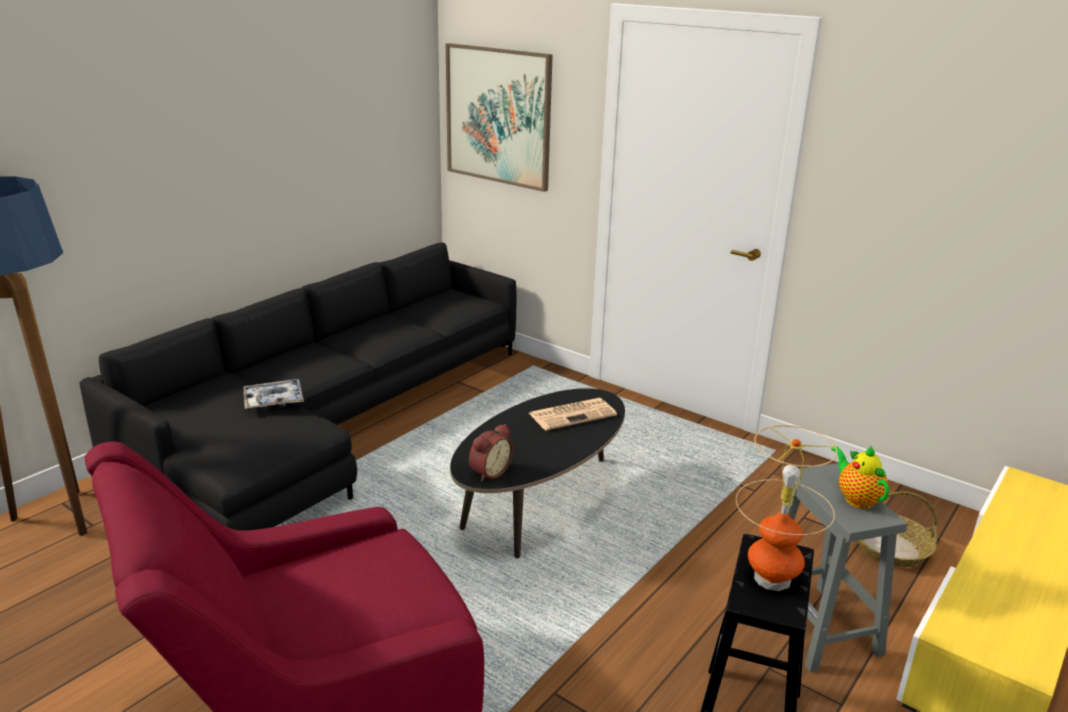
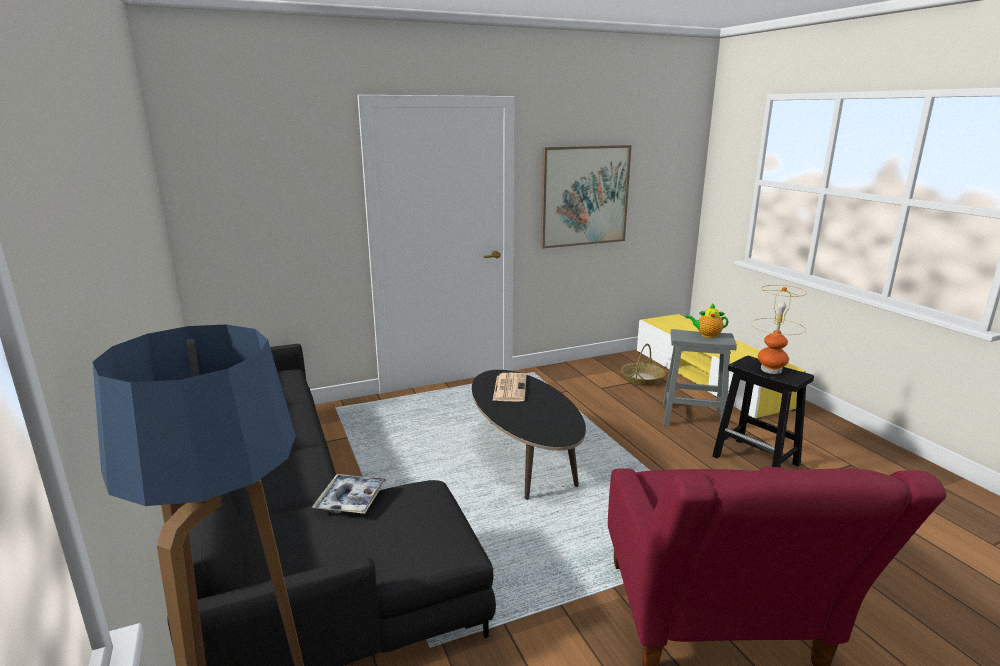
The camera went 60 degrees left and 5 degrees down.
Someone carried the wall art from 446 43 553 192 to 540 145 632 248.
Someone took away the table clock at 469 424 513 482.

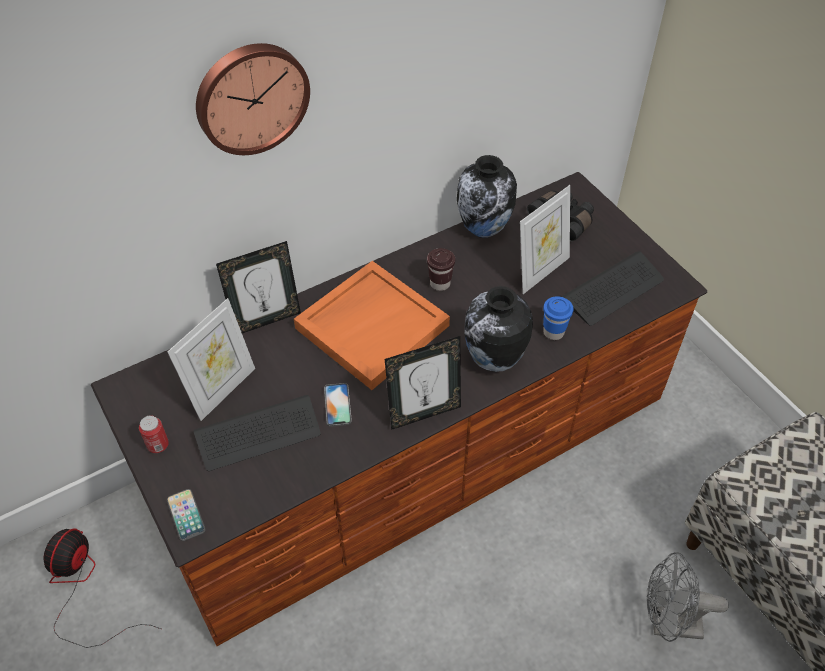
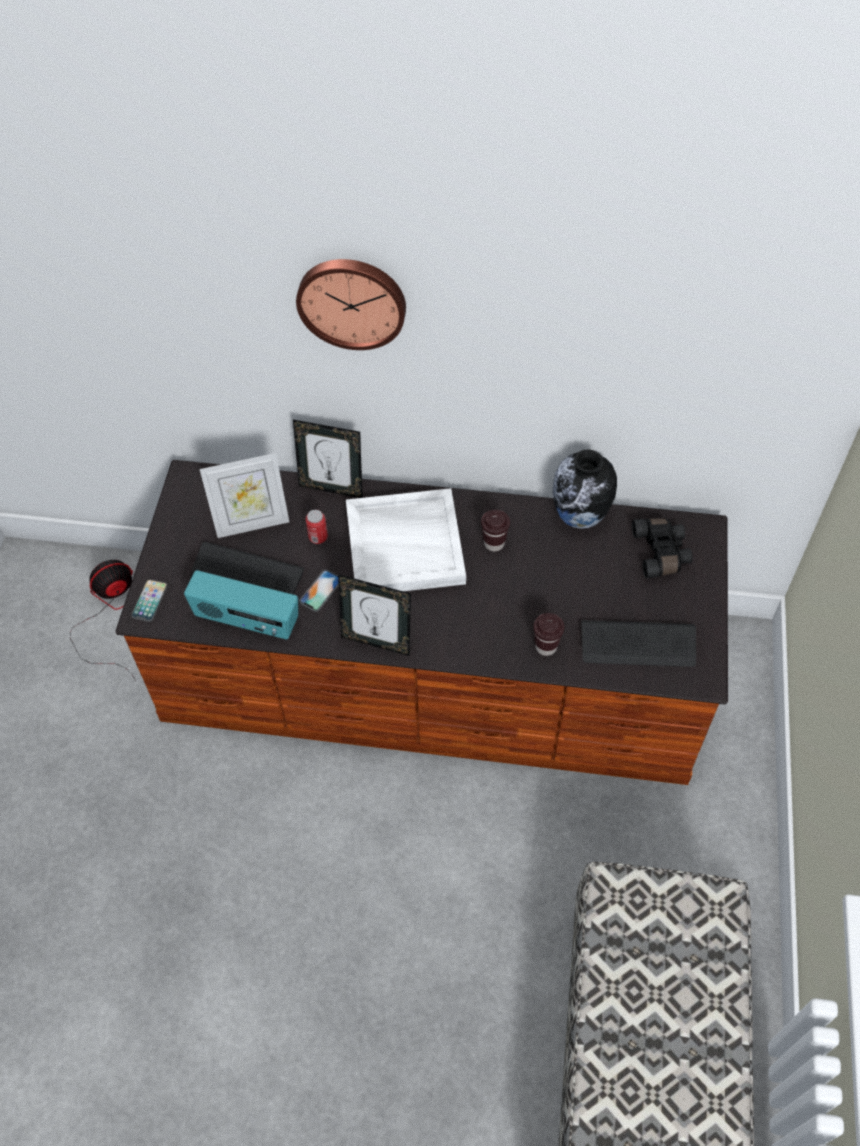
The camera went 40 degrees right and 5 degrees up.
Someone put down the radio receiver at 184 570 298 639.
Someone carried the sealed can from 139 415 169 453 to 305 510 328 544.
Someone repainted the orange tray at 294 261 450 390, which became the white tray at 346 488 466 591.
Someone repainted the blue-coloured cup at 543 296 574 340, which became the brown-coloured cup at 533 613 564 656.
Someone took away the vase at 464 286 533 372.
Someone took away the standing frame at 520 185 570 294.
Someone took away the greyish cooling fan at 647 552 729 642.

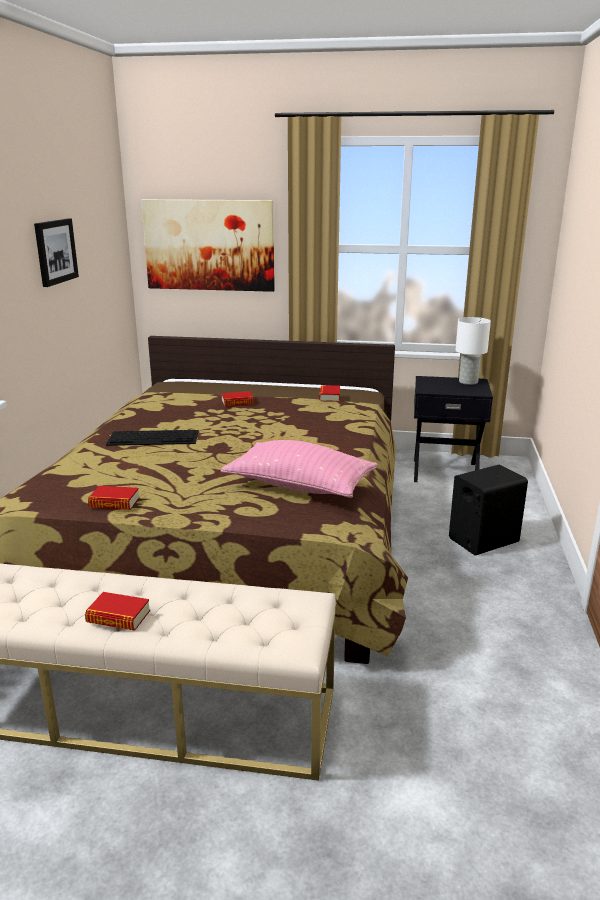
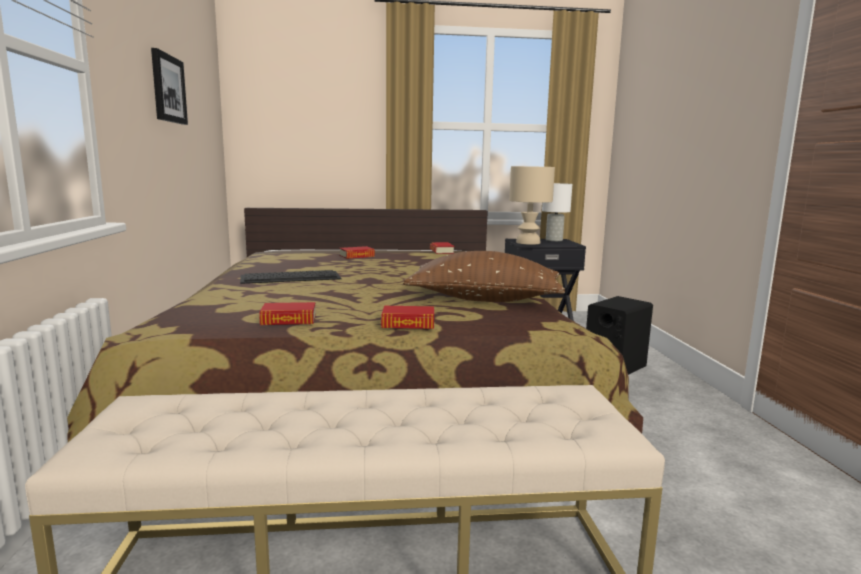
The camera went 15 degrees left and 10 degrees down.
Someone carried the bound book from 85 592 150 631 to 381 306 434 329.
Someone repainted the pink-coloured cushion at 221 440 377 498, which became the brown-coloured cushion at 403 251 565 302.
Someone put down the beige-coloured table lamp at 509 166 555 245.
Someone took away the wall art at 141 199 275 292.

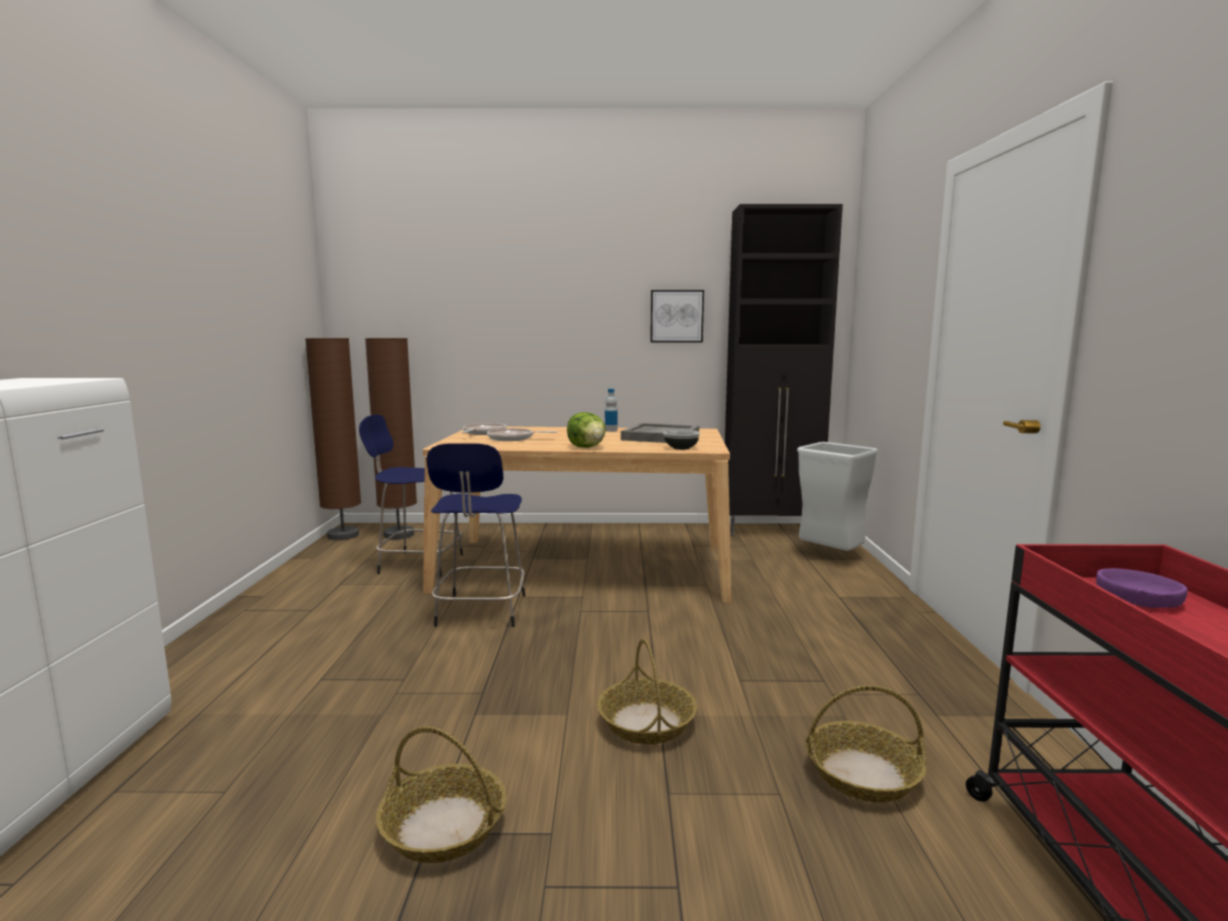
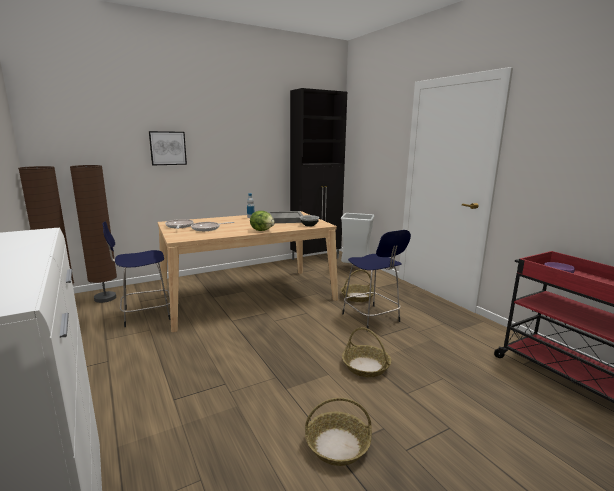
The camera went 30 degrees left and 5 degrees up.
Someone carried the wall art from 650 290 704 342 to 149 131 187 165.
Someone carried the household basket from 806 685 926 802 to 341 270 374 302.
Someone carried the blue-coloured stool seat from 427 443 525 627 to 342 230 411 331.

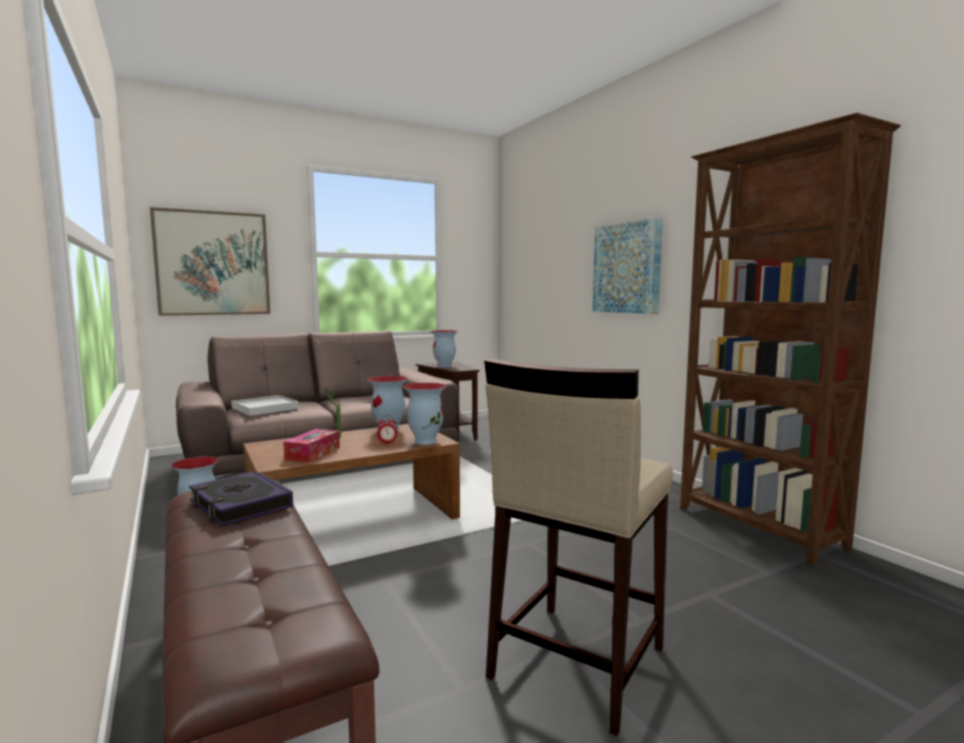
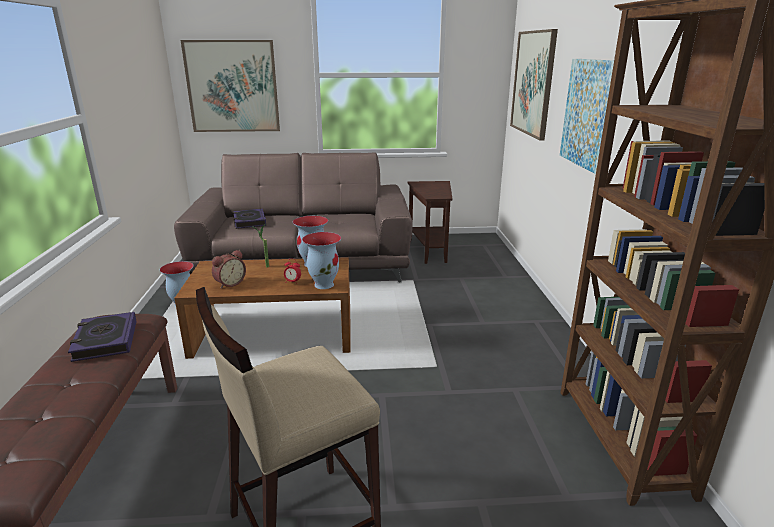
The camera went 25 degrees right and 15 degrees up.
Someone swapped the tissue box at 283 429 340 463 for the table clock at 212 250 246 288.
Someone swapped the white tray at 231 395 299 416 for the bound book at 233 209 266 229.
Someone put up the wall art at 510 29 558 140.
Someone took away the vase at 431 330 458 368.

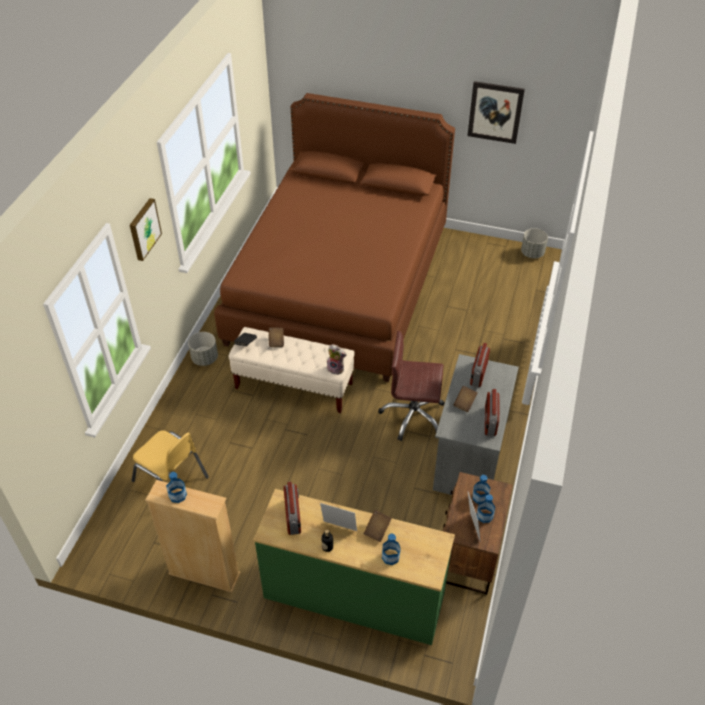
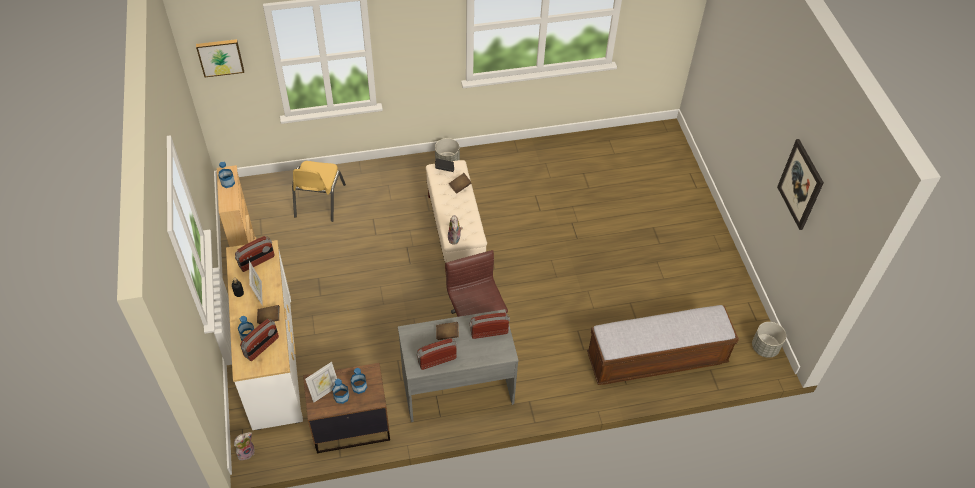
The camera went 60 degrees right and 5 degrees up.
Someone carried the wall art from 130 198 162 261 to 196 39 244 77.
Someone repainted the greenish chest of drawers at 253 489 455 645, which became the white chest of drawers at 226 240 303 430.
Someone put down the soft toy at 234 432 255 460.
Someone put down the radio receiver at 240 319 279 361.
Someone put down the long seat at 587 305 739 385.
Someone took away the brown-coloured bed at 214 93 455 382.

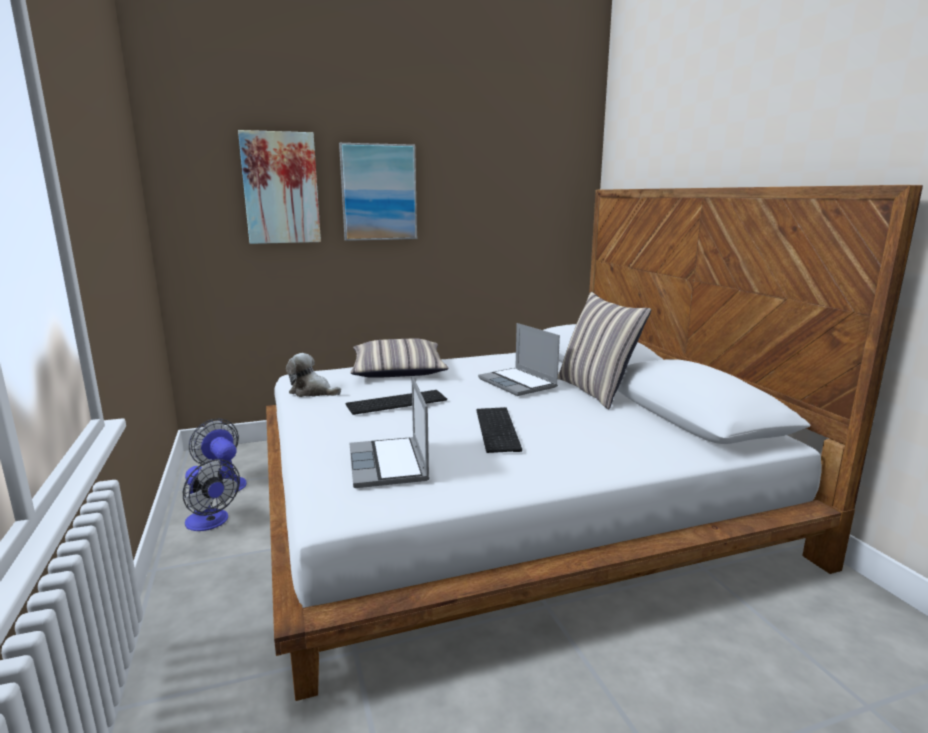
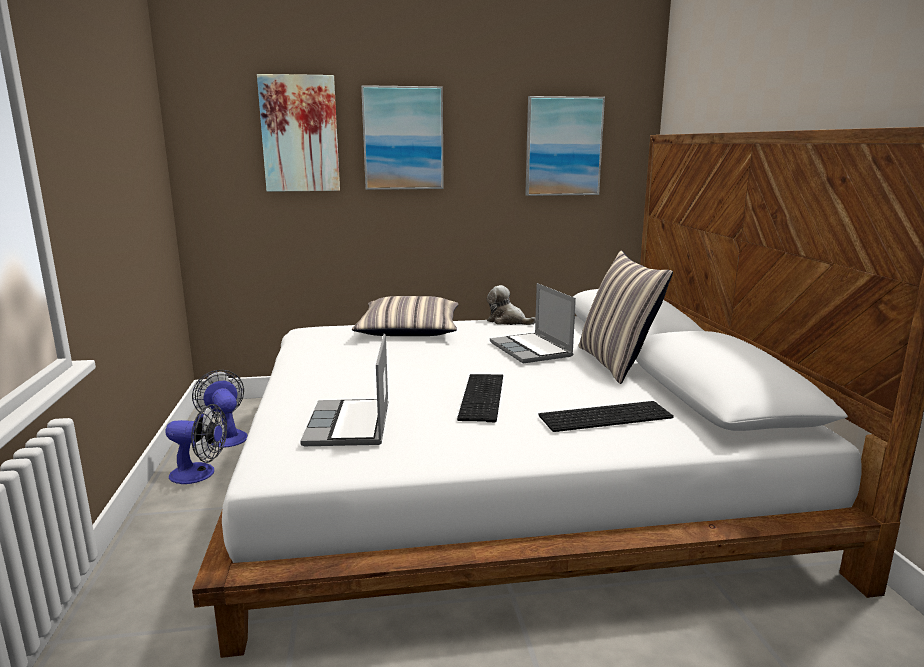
The camera went 10 degrees right and 0 degrees up.
Someone rotated the cooling fan at 183 459 240 531 by 45 degrees counterclockwise.
Someone carried the soft toy from 286 353 341 397 to 487 285 536 325.
Someone put up the wall art at 525 96 605 196.
Someone carried the computer keyboard from 345 390 447 415 to 539 401 674 432.

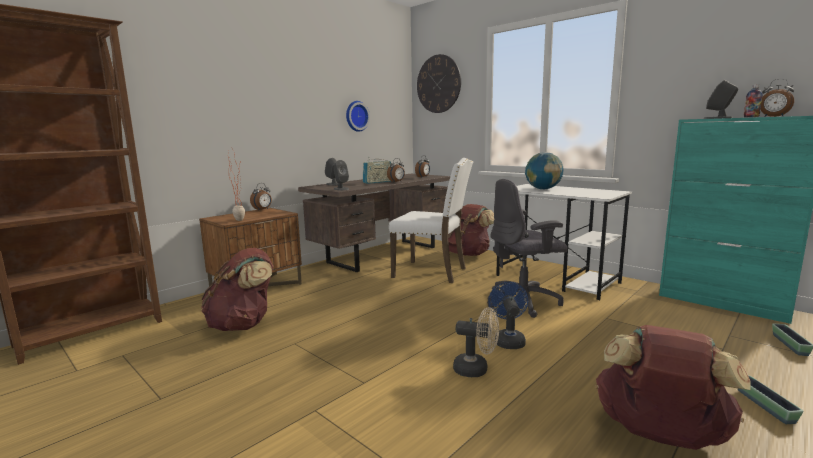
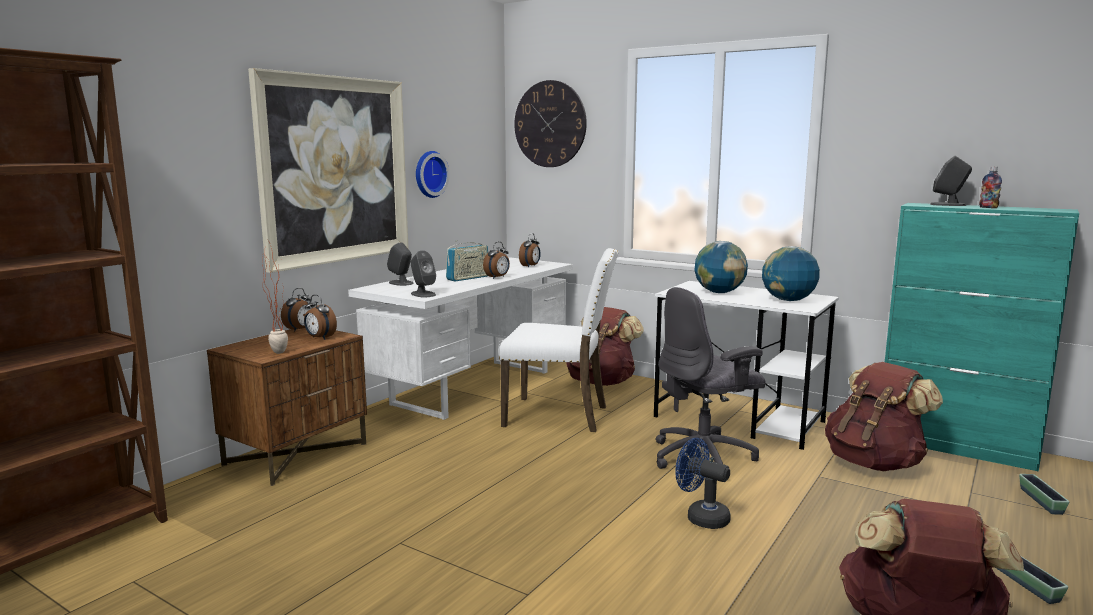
The camera went 10 degrees left and 0 degrees up.
Someone put up the wall art at 248 68 409 273.
Someone carried the table clock from 760 79 794 117 to 304 295 337 340.
Someone repainted the brown-coloured desk at 298 174 450 272, which became the white desk at 348 257 573 420.
Someone rotated the blue-coloured cooling fan at 489 282 528 349 by 45 degrees counterclockwise.
Someone put down the globe at 762 246 820 301.
Someone carried the brown-coloured backpack from 201 248 273 331 to 825 362 943 471.
Someone took away the beige-coloured cooling fan at 453 307 499 377.

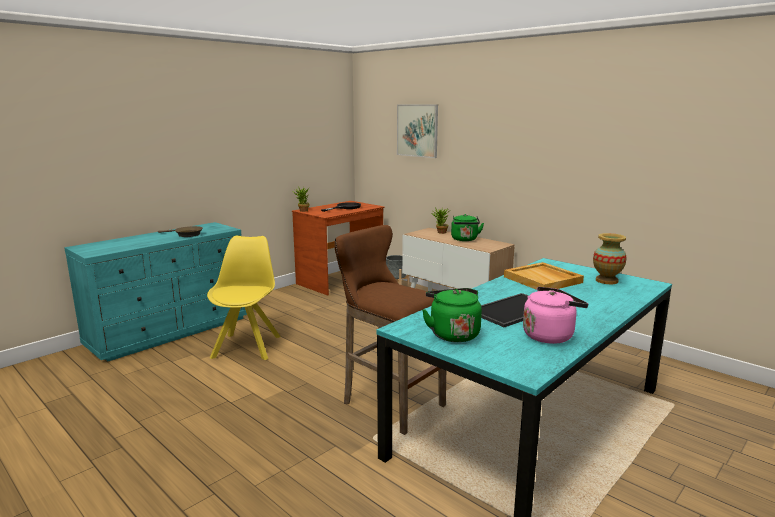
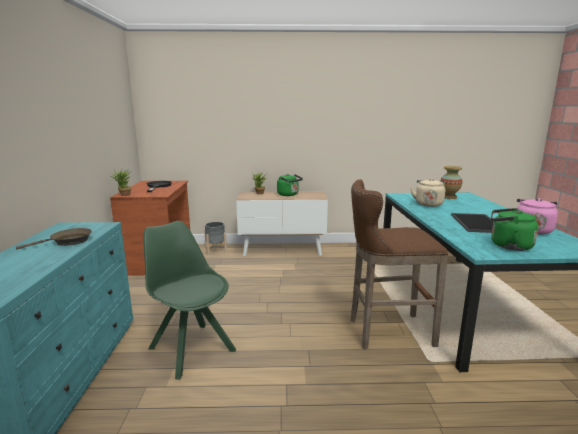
The camera went 45 degrees left and 0 degrees up.
Someone repainted the yellow-coloured upright chair at 207 236 281 360, which became the greenish upright chair at 143 221 236 380.
Someone swapped the beige-coloured tray at 504 262 584 290 for the beige-coloured water kettle at 410 179 445 207.
Someone took away the wall art at 397 105 438 158.

